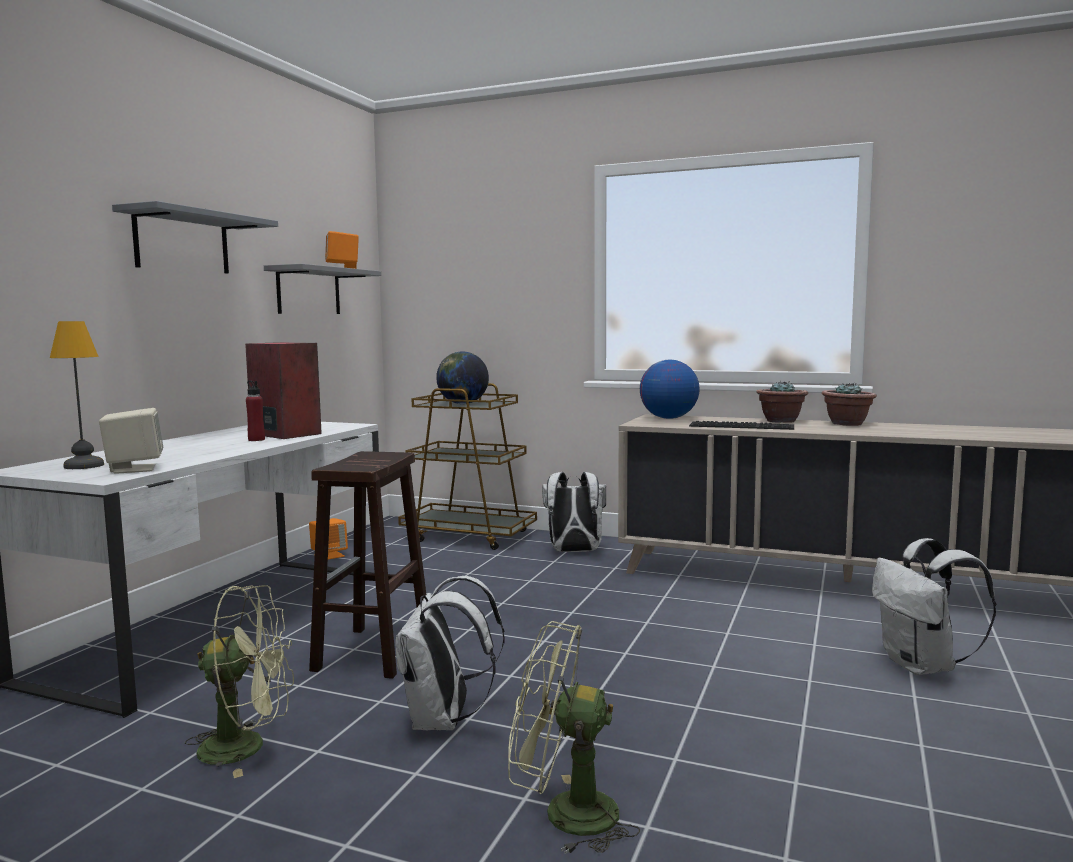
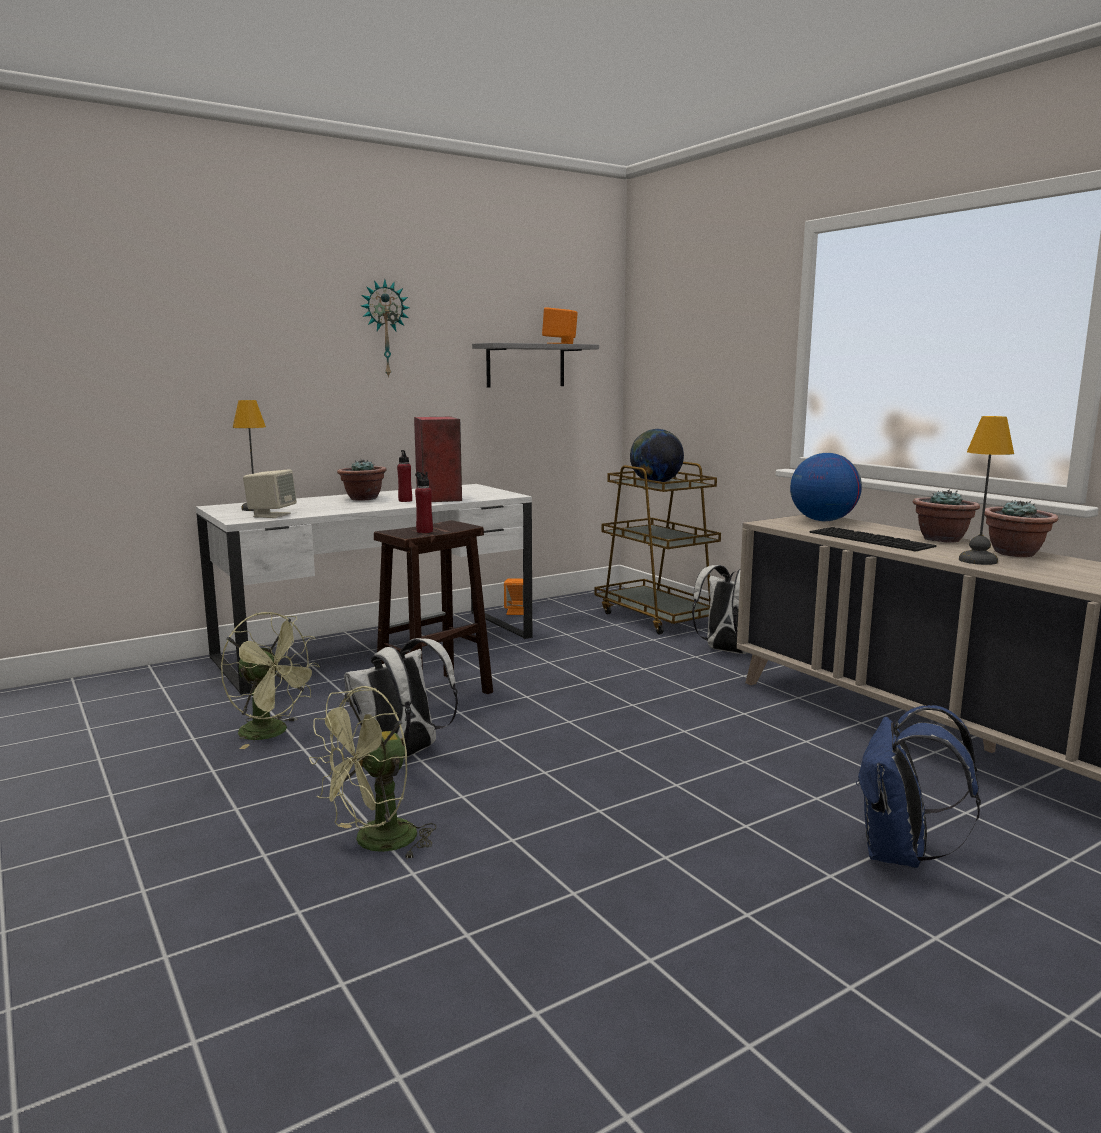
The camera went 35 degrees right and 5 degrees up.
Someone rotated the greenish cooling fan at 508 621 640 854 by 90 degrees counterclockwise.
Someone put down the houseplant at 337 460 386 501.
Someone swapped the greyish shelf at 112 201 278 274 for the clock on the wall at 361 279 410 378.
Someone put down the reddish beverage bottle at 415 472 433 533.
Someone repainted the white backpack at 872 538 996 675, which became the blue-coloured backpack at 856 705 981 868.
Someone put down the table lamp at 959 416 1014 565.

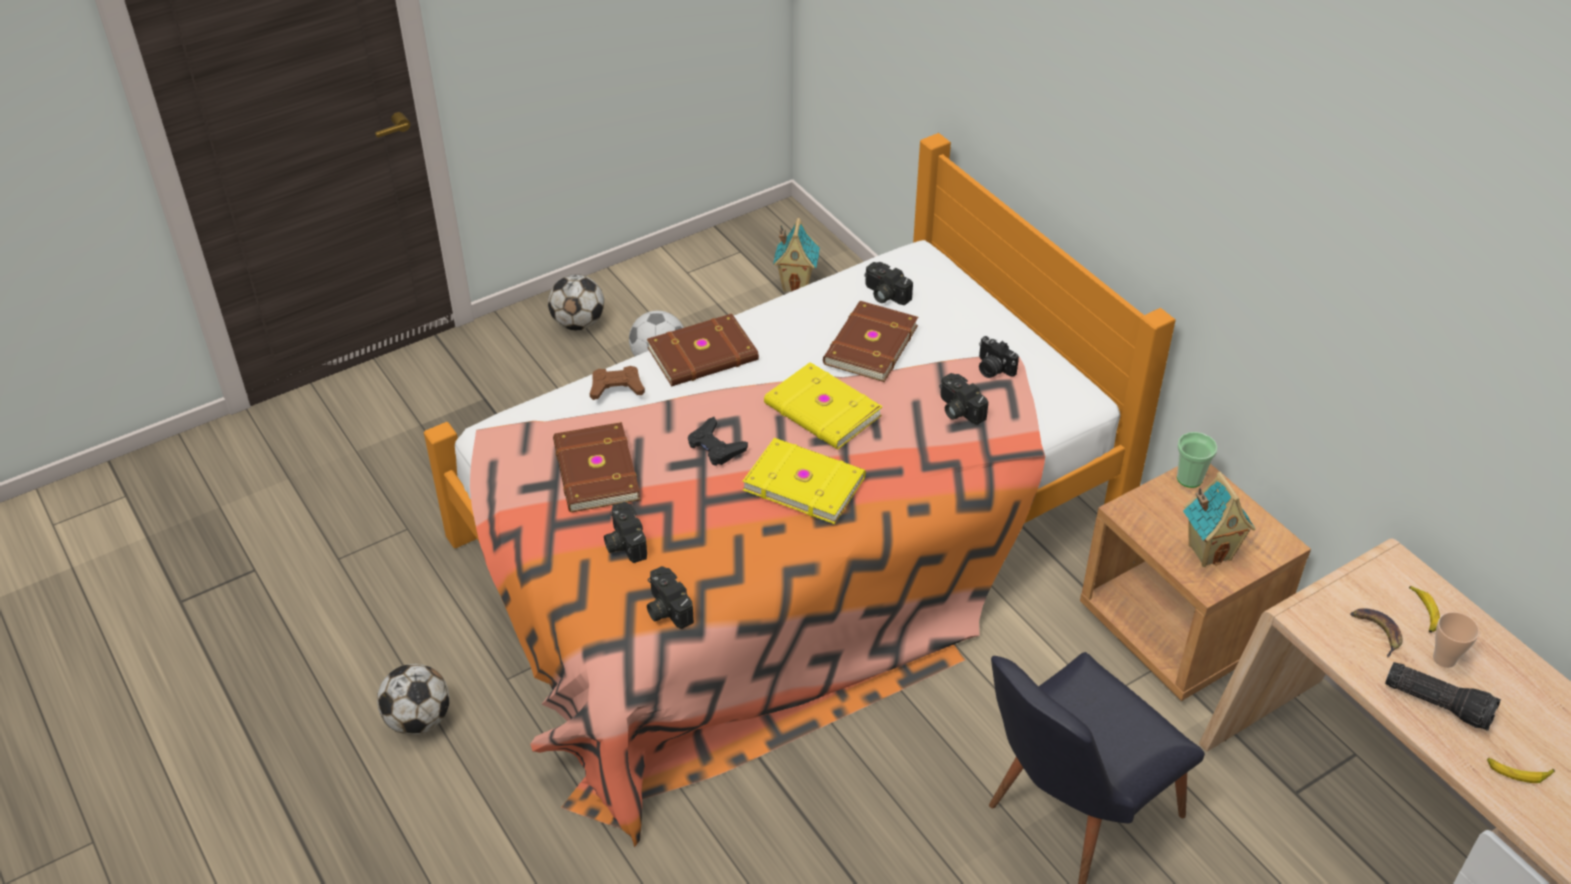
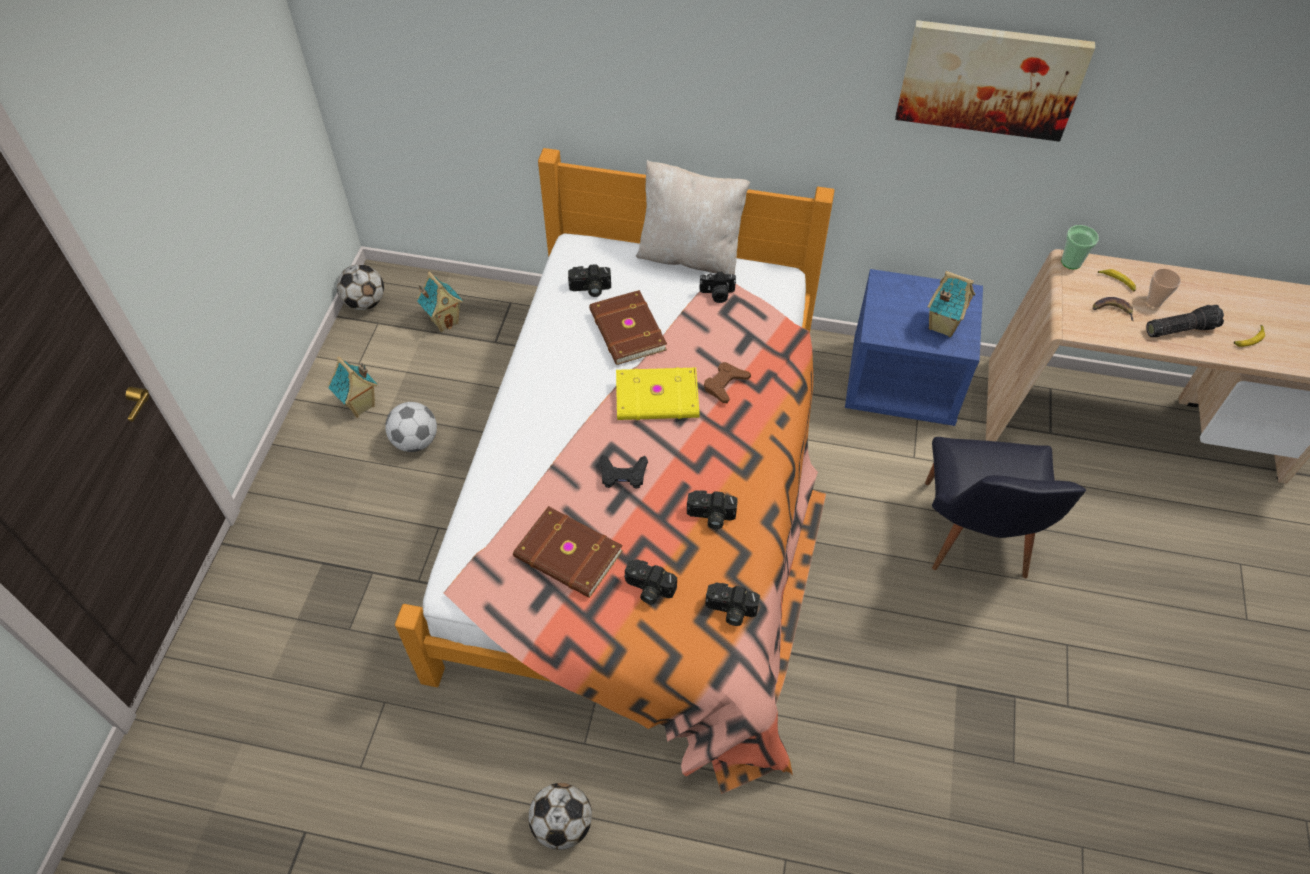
The camera went 45 degrees left and 10 degrees up.
Someone put down the toy house at 328 356 377 418.
Someone carried the football from 548 274 604 330 to 337 264 384 310.
Someone put down the beige-coloured cushion at 636 160 750 275.
Someone carried the still camera from 939 373 988 425 to 687 490 738 529.
Someone carried the brown-coloured gamepad from 590 366 645 400 to 704 362 751 403.
Someone repainted the brown-coloured bedside table at 1080 464 1311 701, which became the blue-coloured bedside table at 845 269 983 426.
Someone put up the wall art at 895 20 1095 142.
Someone carried the cup from 1177 432 1217 488 to 1061 225 1099 269.
Someone took away the brown-coloured bound book at 647 314 759 386.
Someone took away the yellow-coloured bound book at 743 438 866 524.

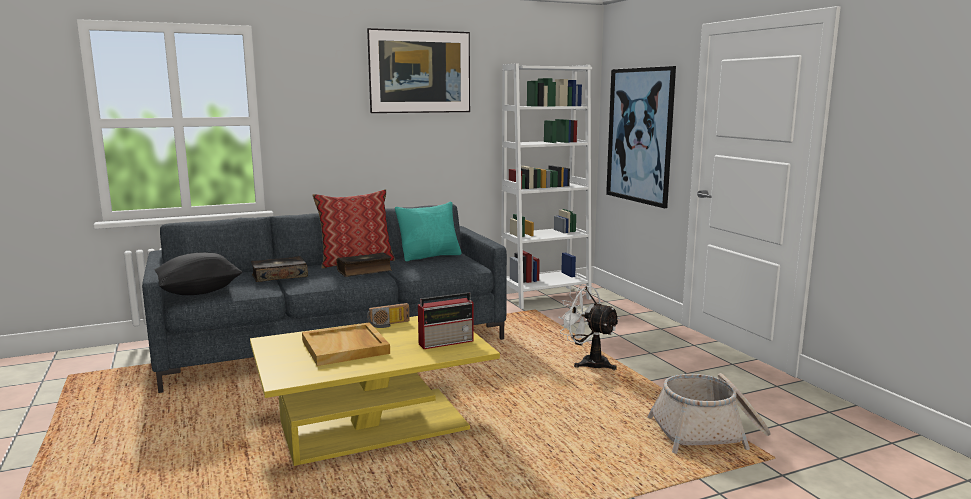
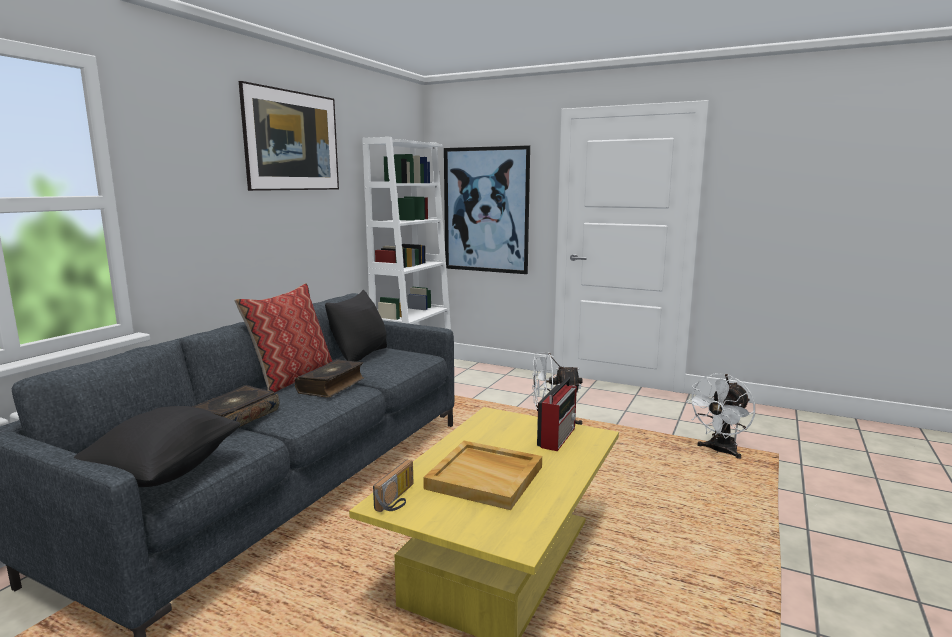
The camera went 40 degrees left and 0 degrees up.
Someone repainted the blue-green cushion at 395 202 462 262, which became the blackish cushion at 325 290 387 362.
Someone carried the radio receiver from 367 303 409 328 to 373 460 413 512.
Someone swapped the household basket at 647 373 771 454 for the white cooling fan at 686 373 755 459.

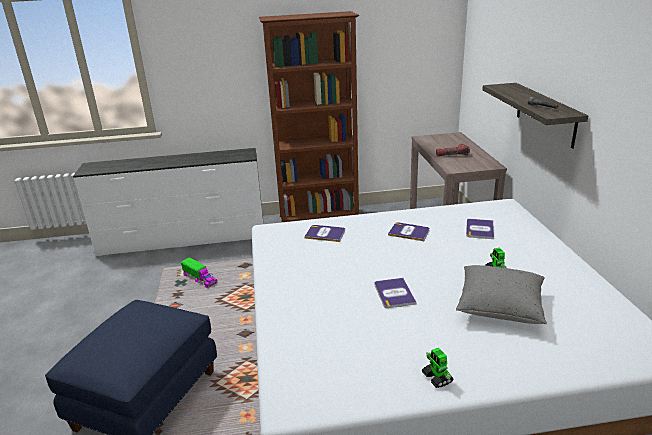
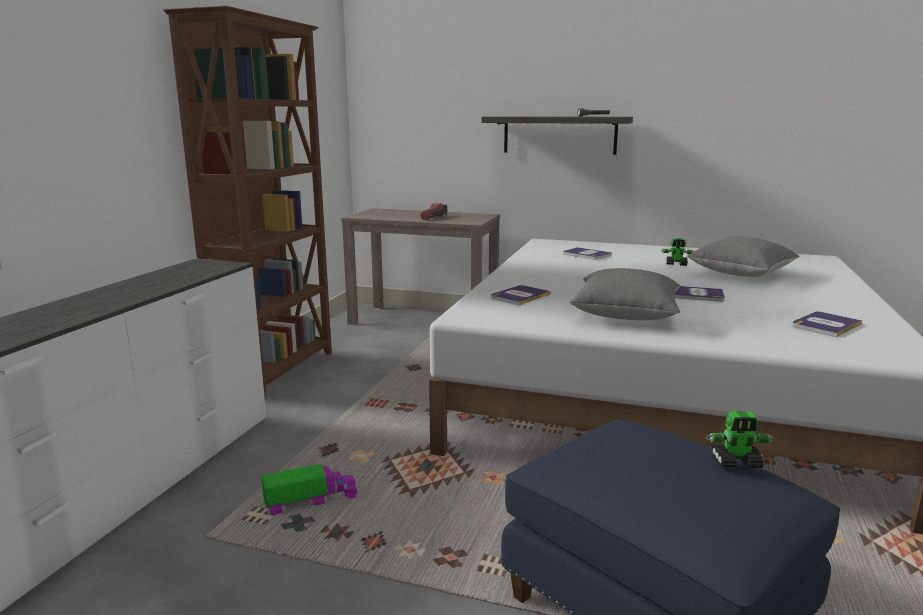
The camera went 65 degrees left and 10 degrees down.
Someone put down the greyish cushion at 569 268 680 320.
Someone carried the model robot from 422 348 454 388 to 706 411 775 468.
Someone carried the bound book from 388 222 430 241 to 792 312 862 337.

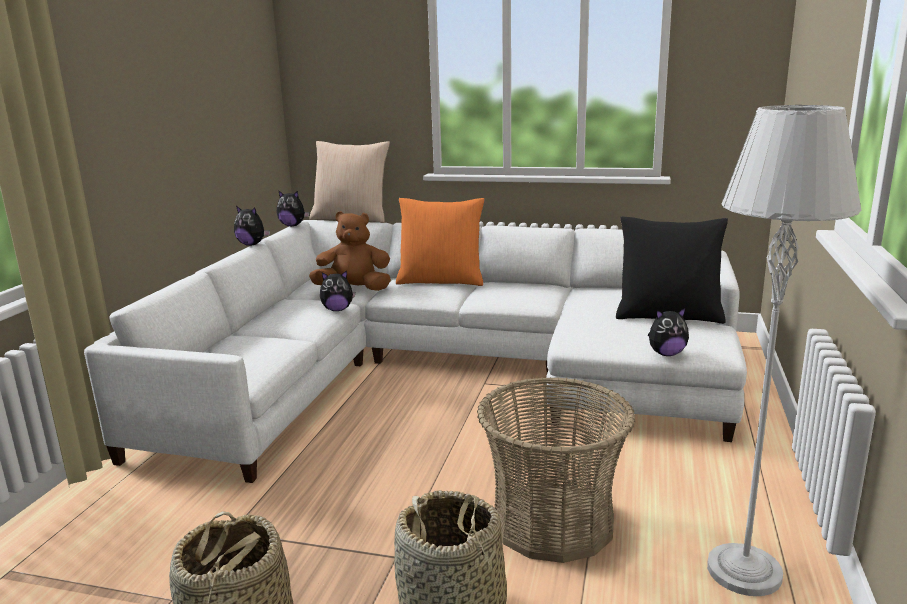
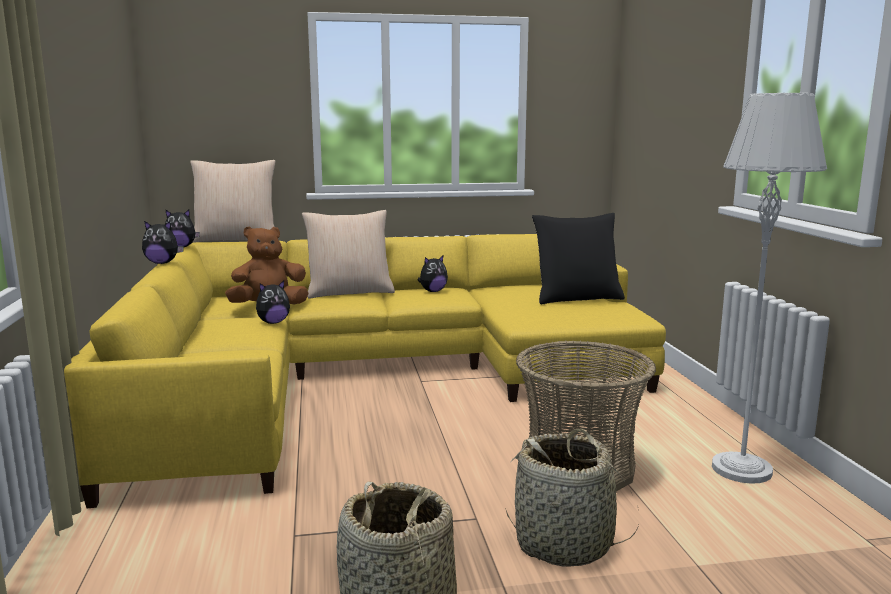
The camera went 25 degrees left and 5 degrees down.
Someone repainted the white couch at 84 220 747 483, which became the yellow-coloured couch at 64 234 666 508.
Someone repainted the orange cushion at 396 198 484 286, which became the beige-coloured cushion at 302 210 395 299.
Someone carried the soft toy from 648 308 689 356 to 417 256 448 292.

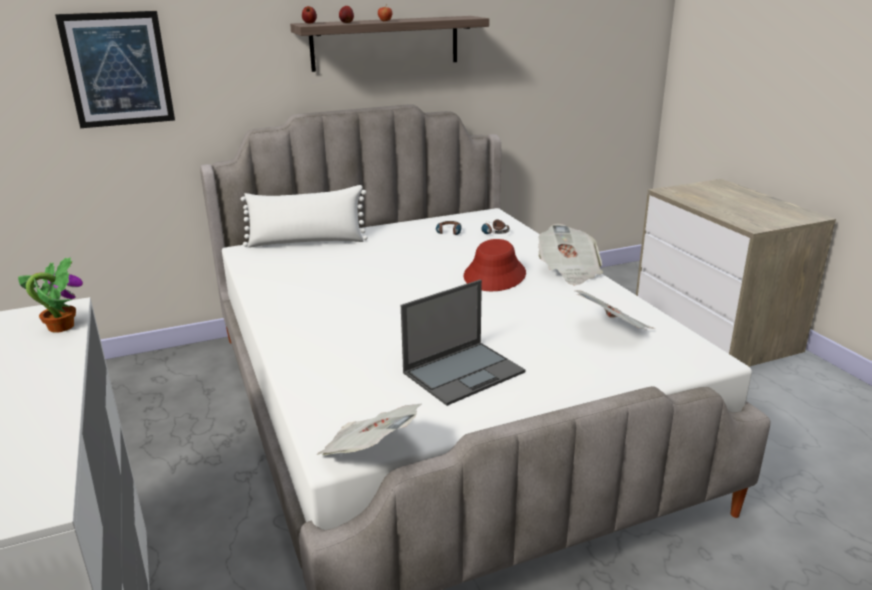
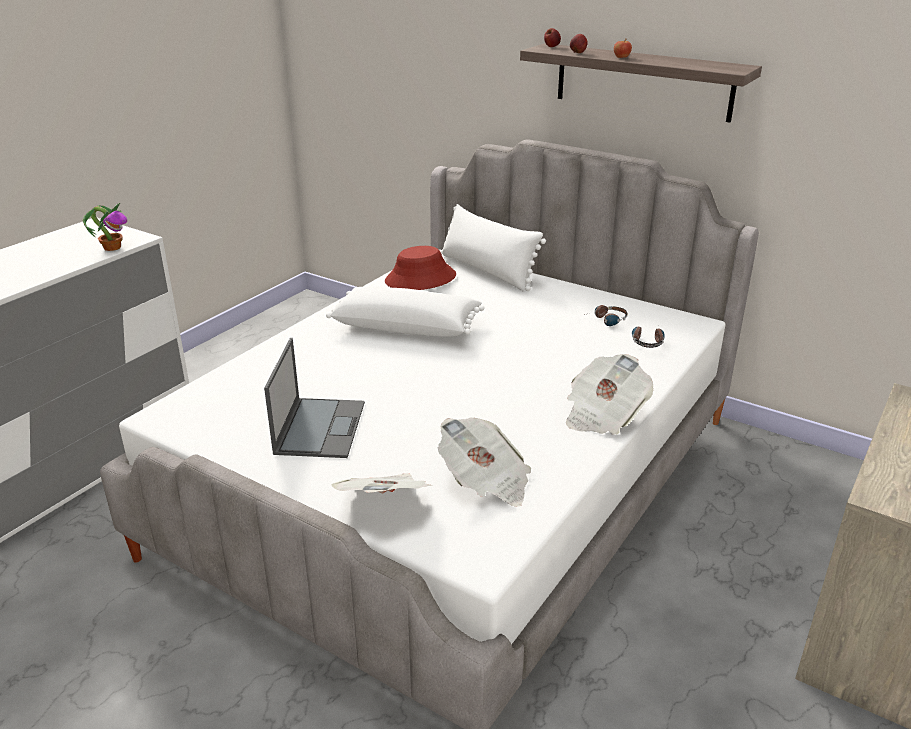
The camera went 55 degrees right and 5 degrees up.
Someone rotated the notebook computer at 401 280 525 406 by 105 degrees counterclockwise.
Someone put down the white cushion at 326 287 485 337.
Someone carried the printed paper from 316 403 422 455 to 331 473 432 493.
Someone carried the reddish hat from 464 239 526 291 to 385 246 456 290.
Someone took away the wall art at 55 11 175 128.

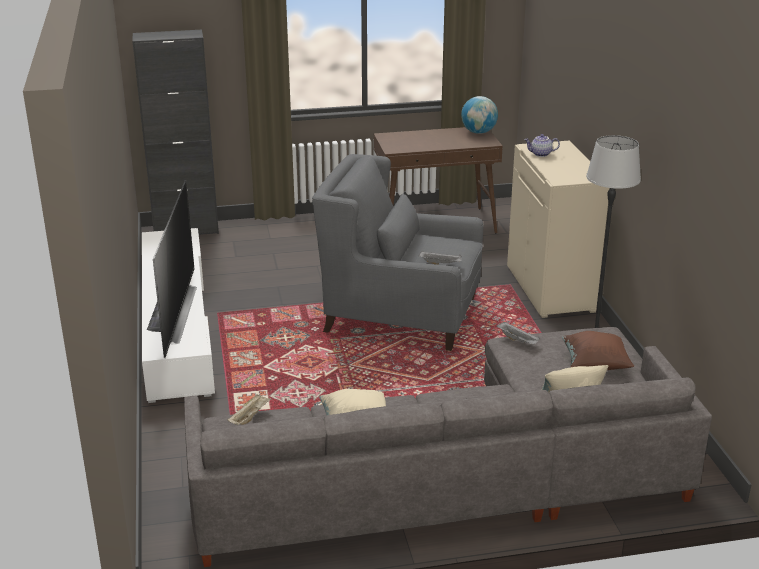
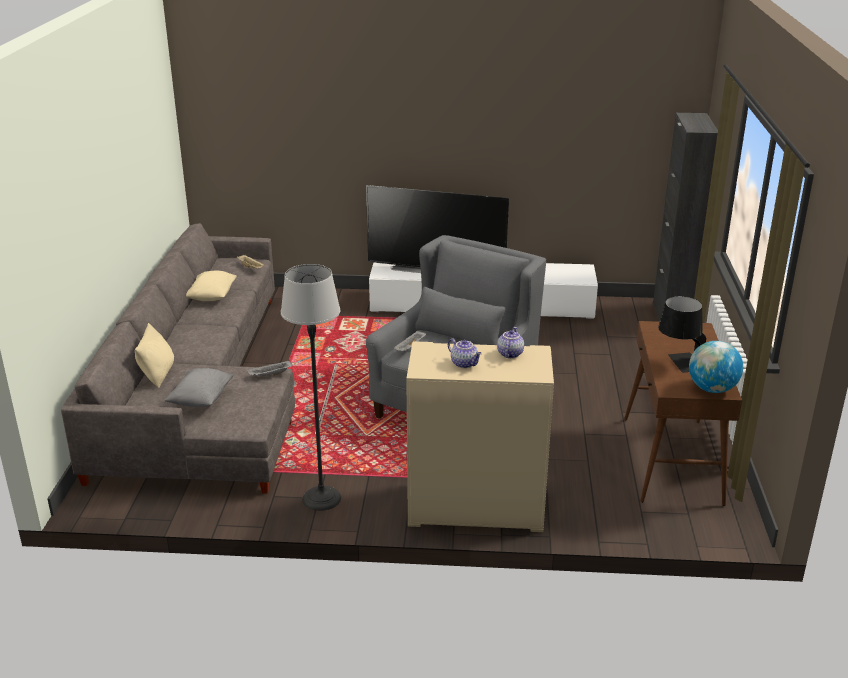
The camera went 105 degrees right and 0 degrees up.
Someone repainted the brown-coloured cushion at 562 331 634 370, which became the greyish cushion at 164 368 233 407.
Someone put down the tea pot at 448 338 482 368.
Someone put down the blackish table lamp at 658 296 706 373.

